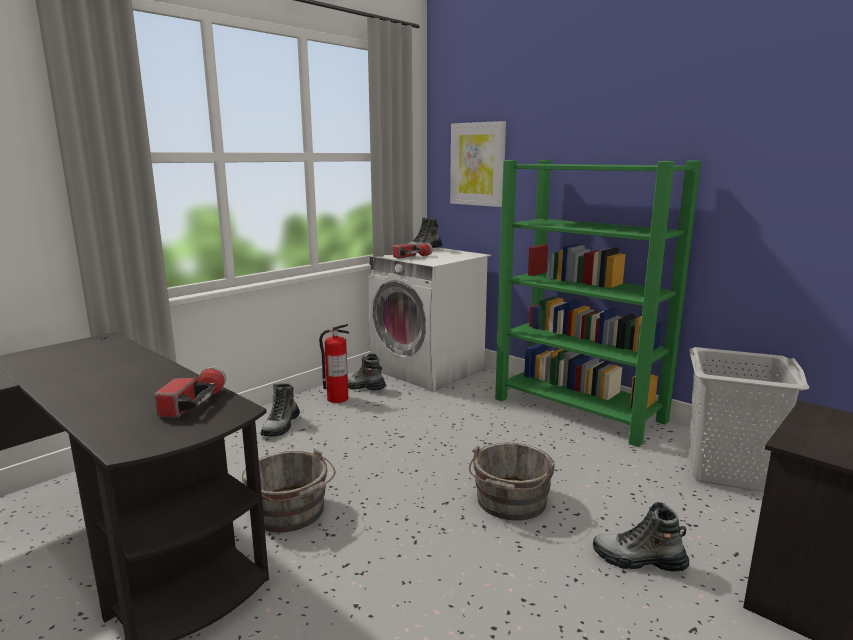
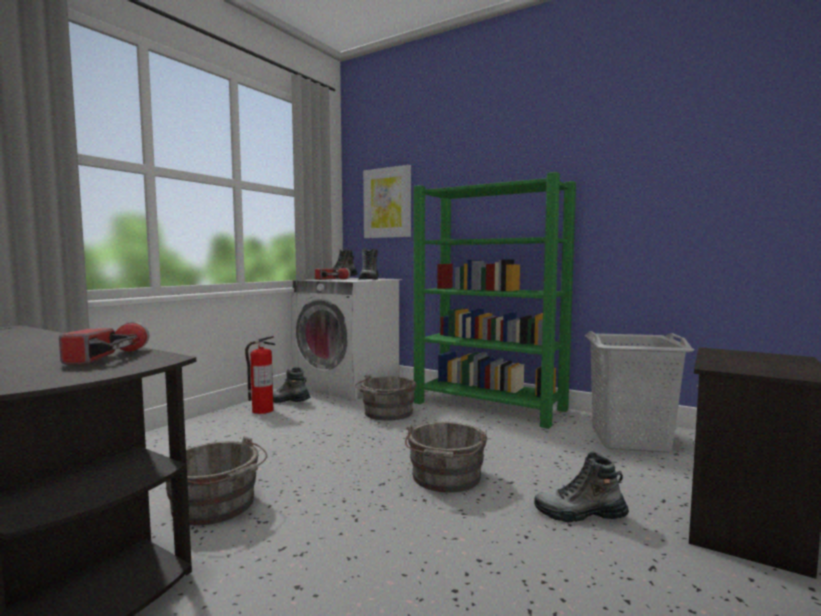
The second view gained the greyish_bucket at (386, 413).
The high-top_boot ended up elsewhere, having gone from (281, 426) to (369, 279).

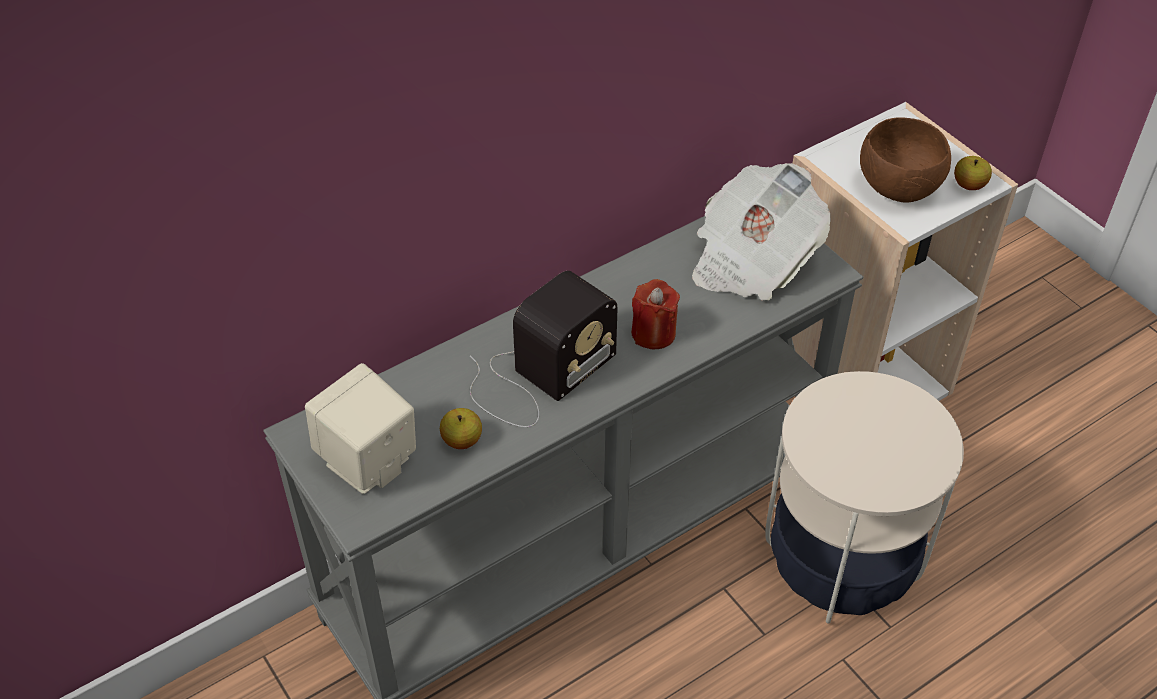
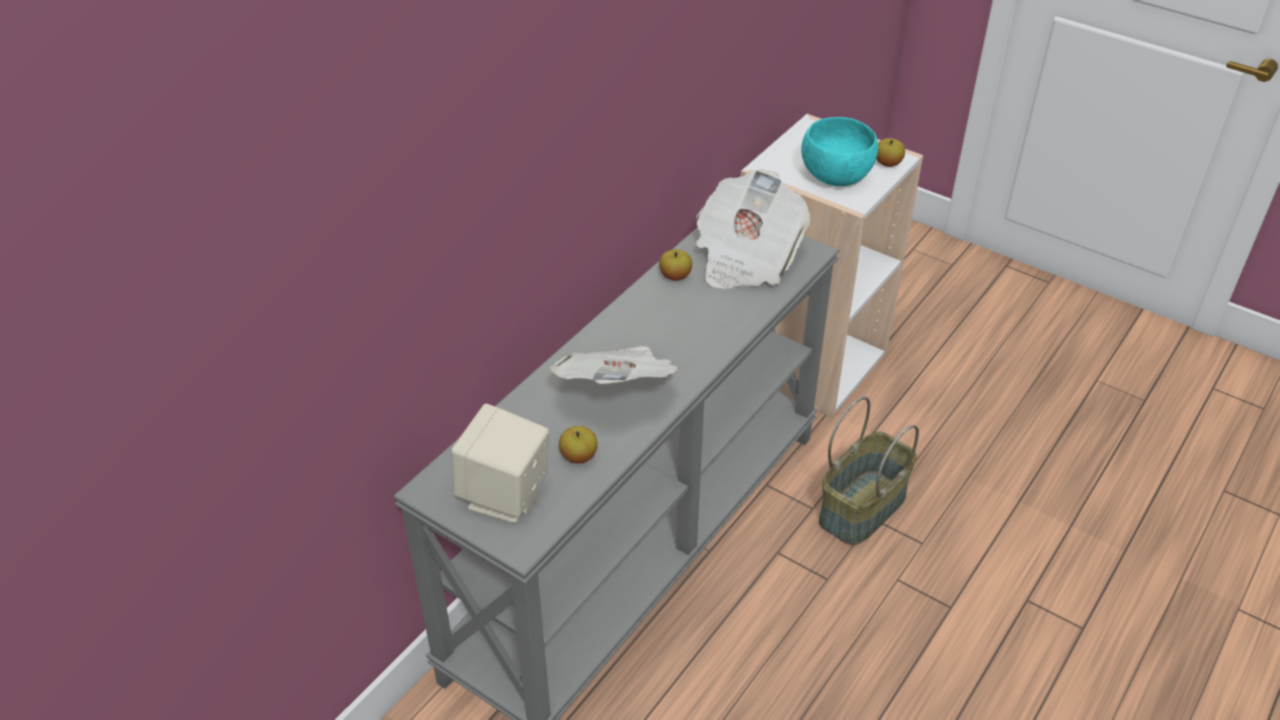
The second view lost the red-coloured_wax_candle at (653, 333).
The second view gained the apple at (675, 276).
Where the radio stood at (538, 377), the daily_paper came to stand at (617, 389).
Where the beige-coloured_accent_table stood at (840, 564), the basket came to stand at (861, 506).
What was the brownish_deep_dish at (897, 188) turned into the turquoise_deep_dish at (835, 177).

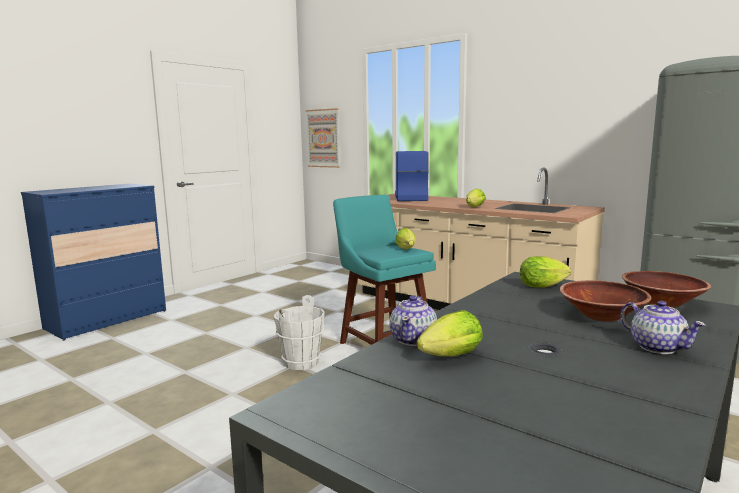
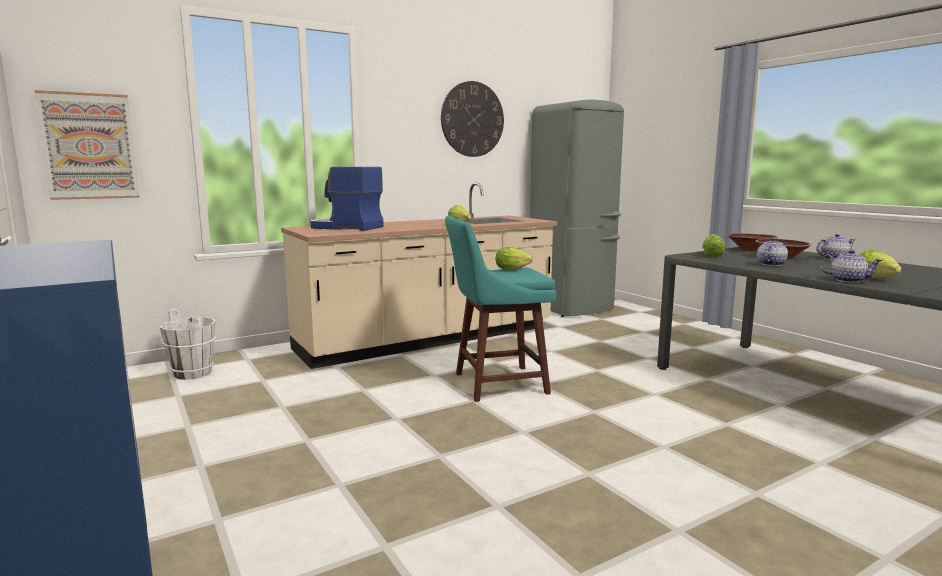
The second view gained the hanging_clock at (472, 119).
The second view gained the pot_for_tea at (770, 264).
The white_bucket ended up elsewhere, having gone from (302, 363) to (193, 373).

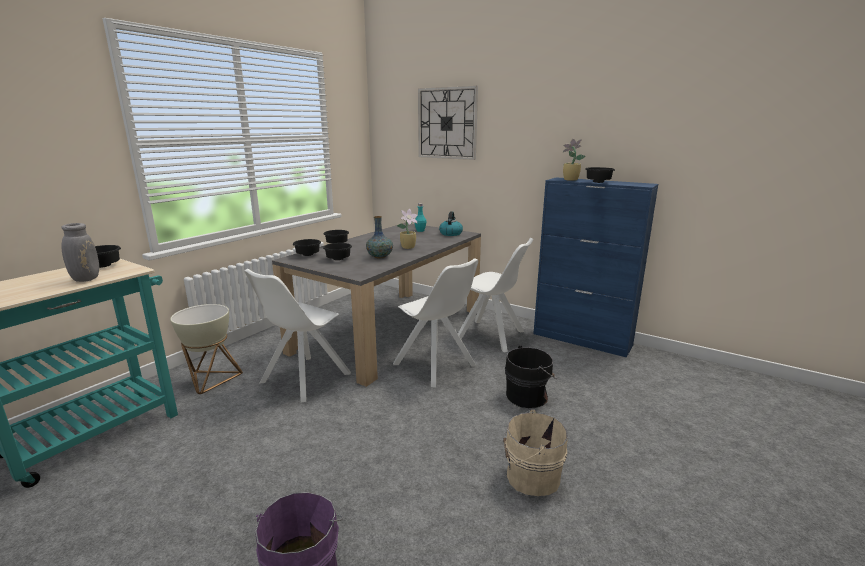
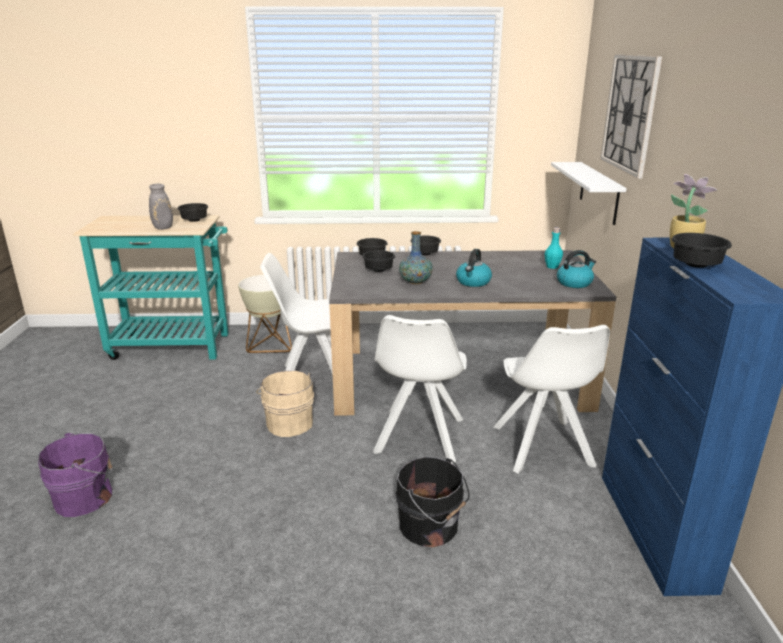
The second view gained the white_bracket_shelf at (599, 192).
The beige-coloured_bucket ended up elsewhere, having gone from (530, 476) to (289, 422).
Where the potted_plant stood at (409, 247), the water_kettle came to stand at (473, 282).

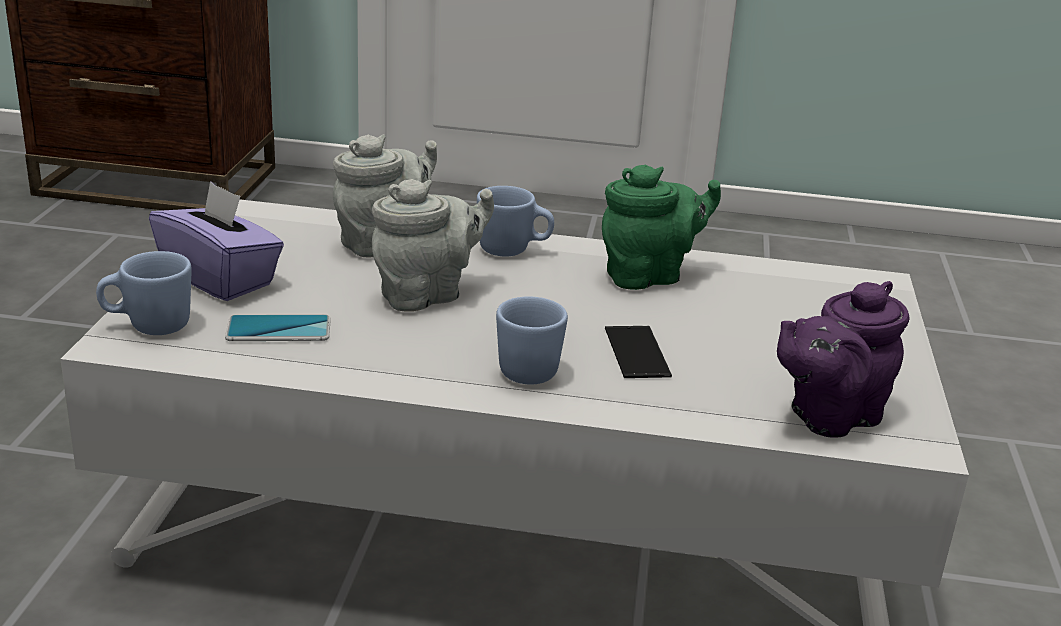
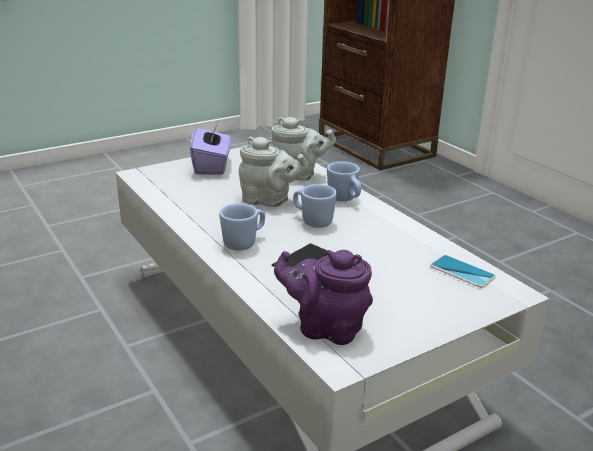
The second view lost the green-coloured_pot_for_tea at (649, 276).
The bluish_tea_mug ended up elsewhere, having gone from (148, 326) to (312, 221).
The telephone ended up elsewhere, having gone from (278, 330) to (462, 272).

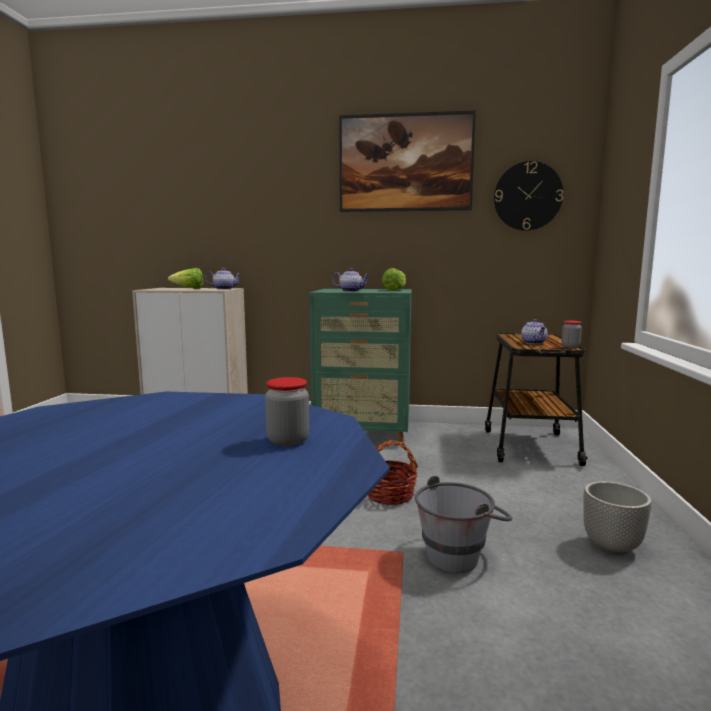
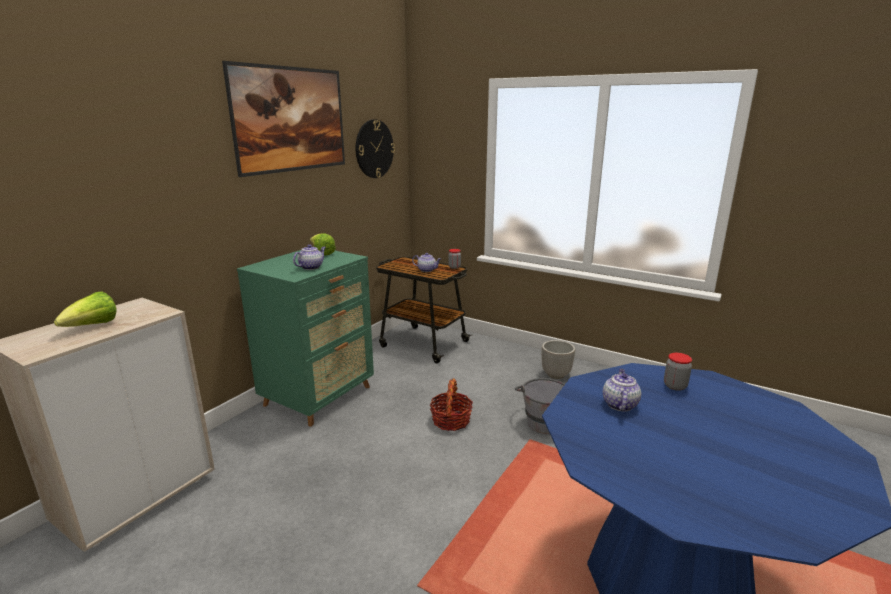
The pot_for_tea ended up elsewhere, having gone from (224, 289) to (619, 404).

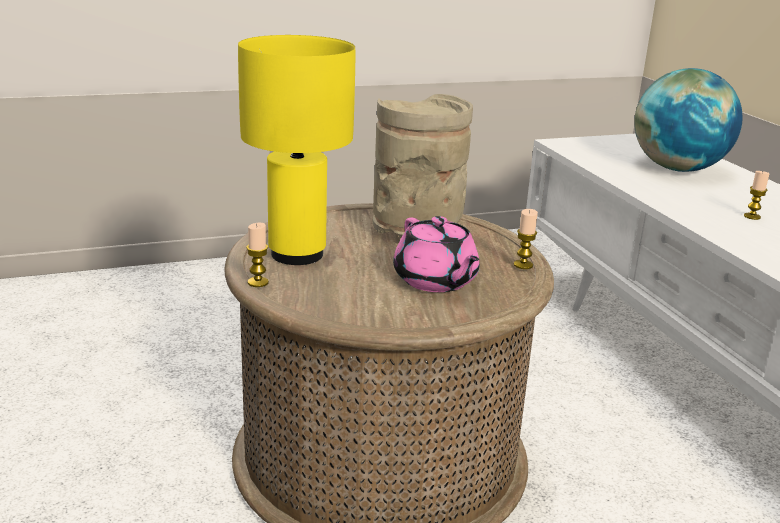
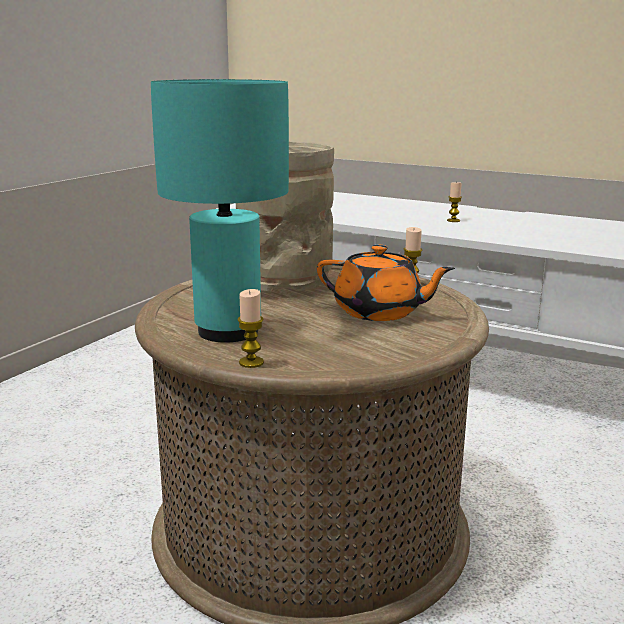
The second view lost the desk_globe at (678, 169).
What was the yellow-coloured_tabletop_lamp at (295, 254) turned into the turquoise_tabletop_lamp at (226, 332).
What was the pink_pot_for_tea at (435, 281) turned into the orange_pot_for_tea at (379, 312).

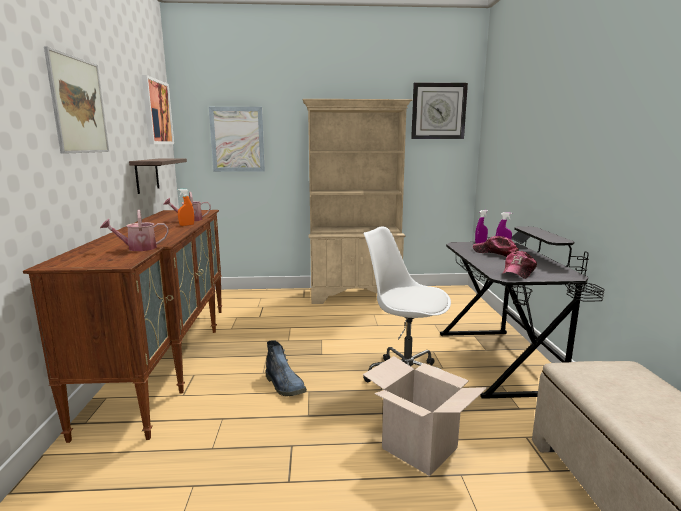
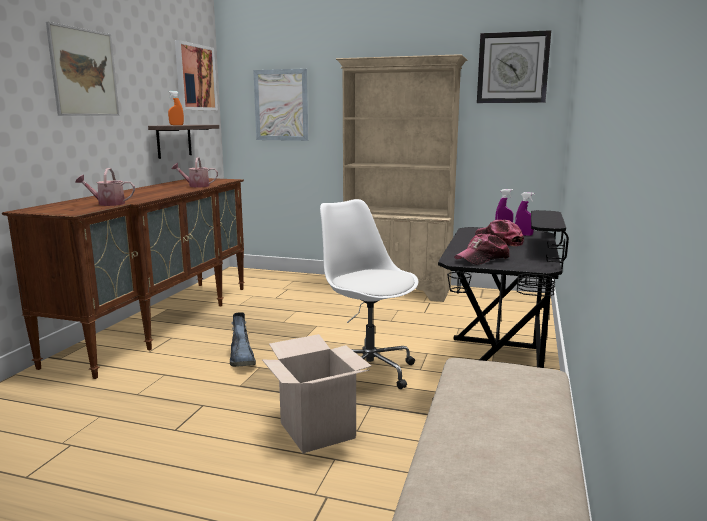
The orange_spray_bottle ended up elsewhere, having gone from (186, 225) to (176, 125).

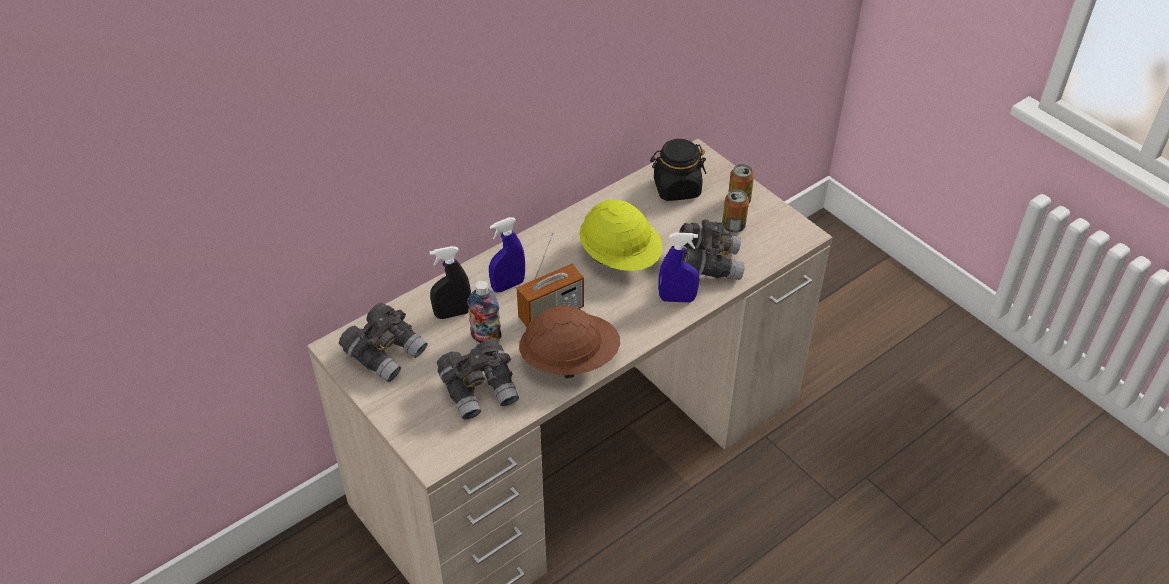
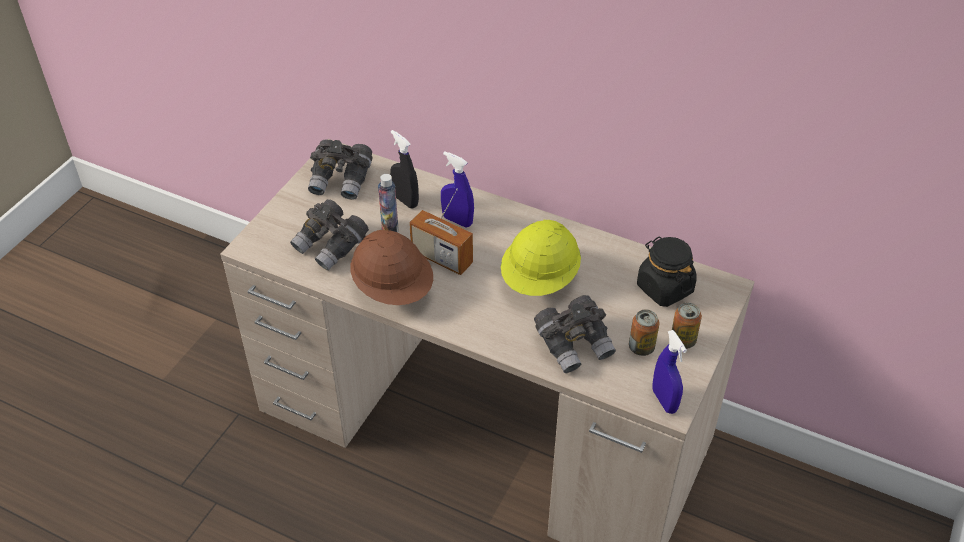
The bluish_spray_bottle ended up elsewhere, having gone from (677, 299) to (664, 401).

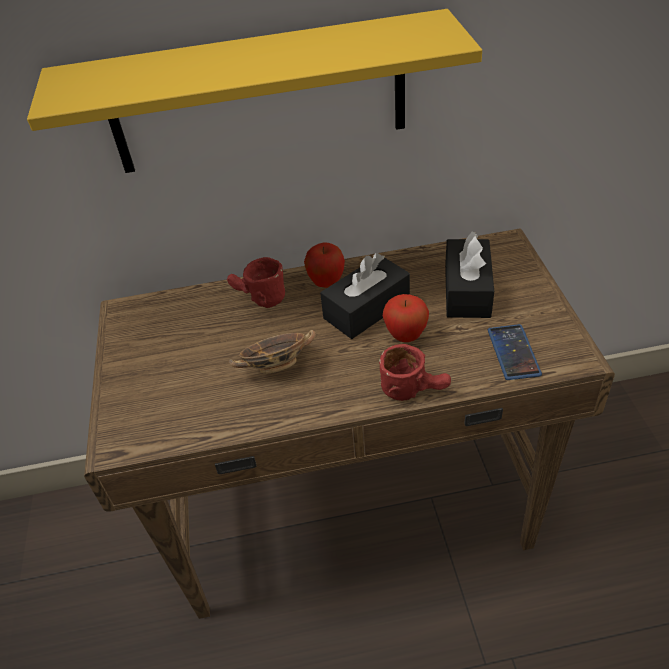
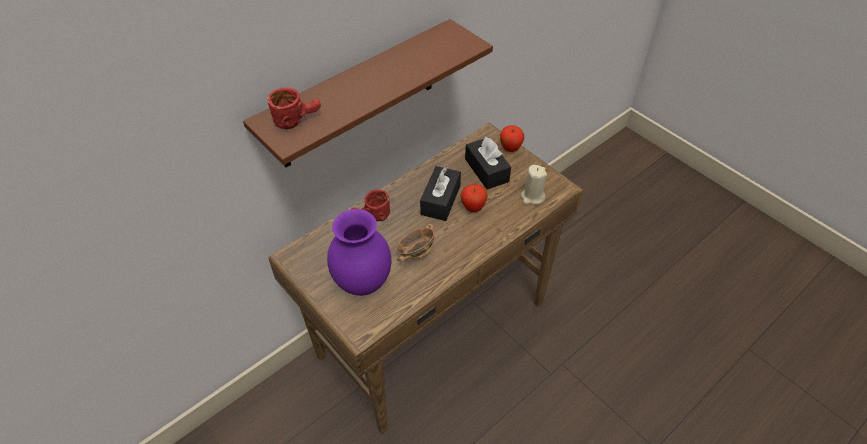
The second view gained the purple_flower_vase at (362, 284).
The apple ended up elsewhere, having gone from (326, 283) to (510, 149).
The red-coloured_tea_mug ended up elsewhere, having gone from (415, 389) to (297, 119).
Where the telephone stood at (513, 352), the beige-coloured_wax_candle came to stand at (532, 196).
What was the yellow-coloured_bracket_shelf at (258, 96) turned into the brownish_bracket_shelf at (358, 96).

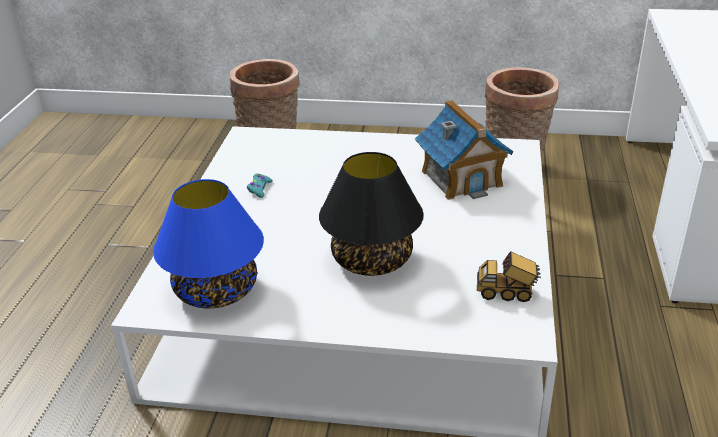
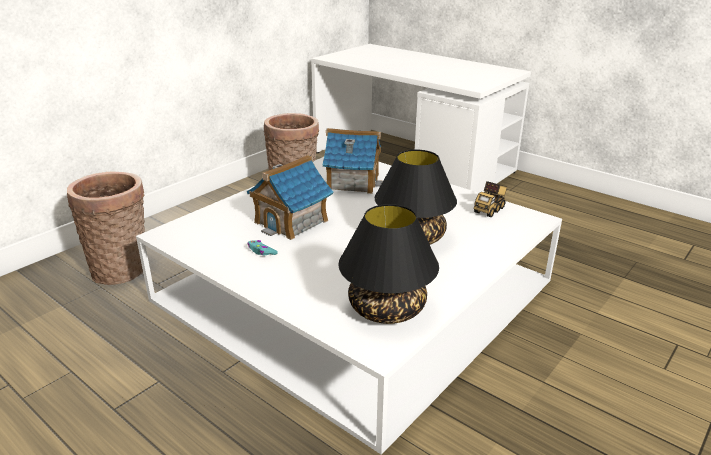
The second view gained the toy_house at (291, 221).
What was the bluish_tabletop_lamp at (215, 291) turned into the black_tabletop_lamp at (387, 309).

